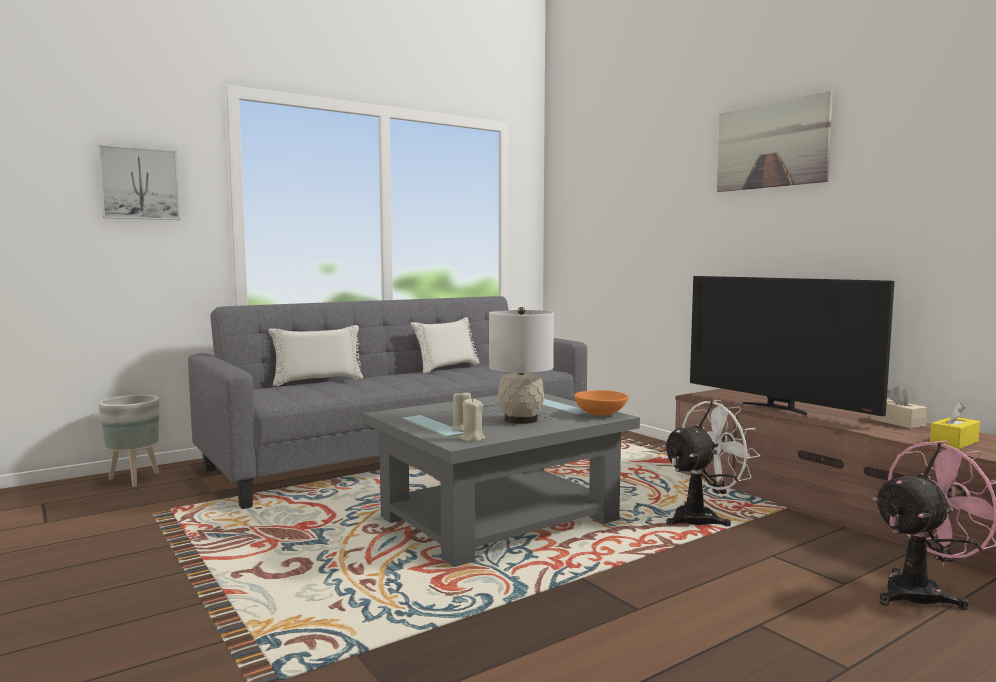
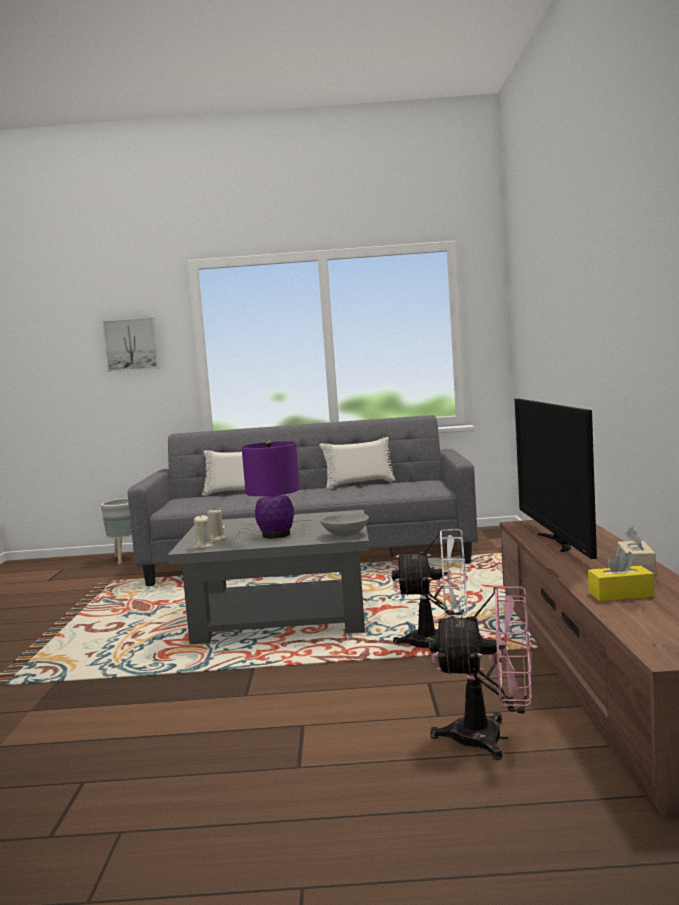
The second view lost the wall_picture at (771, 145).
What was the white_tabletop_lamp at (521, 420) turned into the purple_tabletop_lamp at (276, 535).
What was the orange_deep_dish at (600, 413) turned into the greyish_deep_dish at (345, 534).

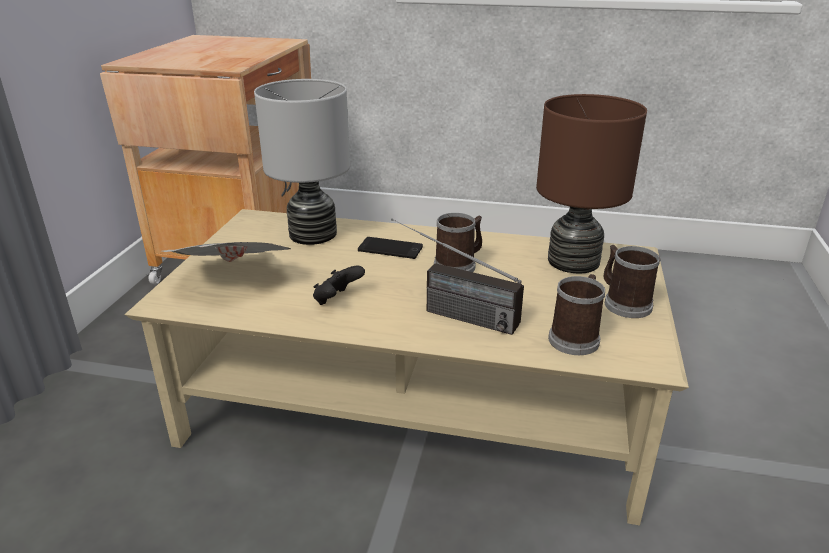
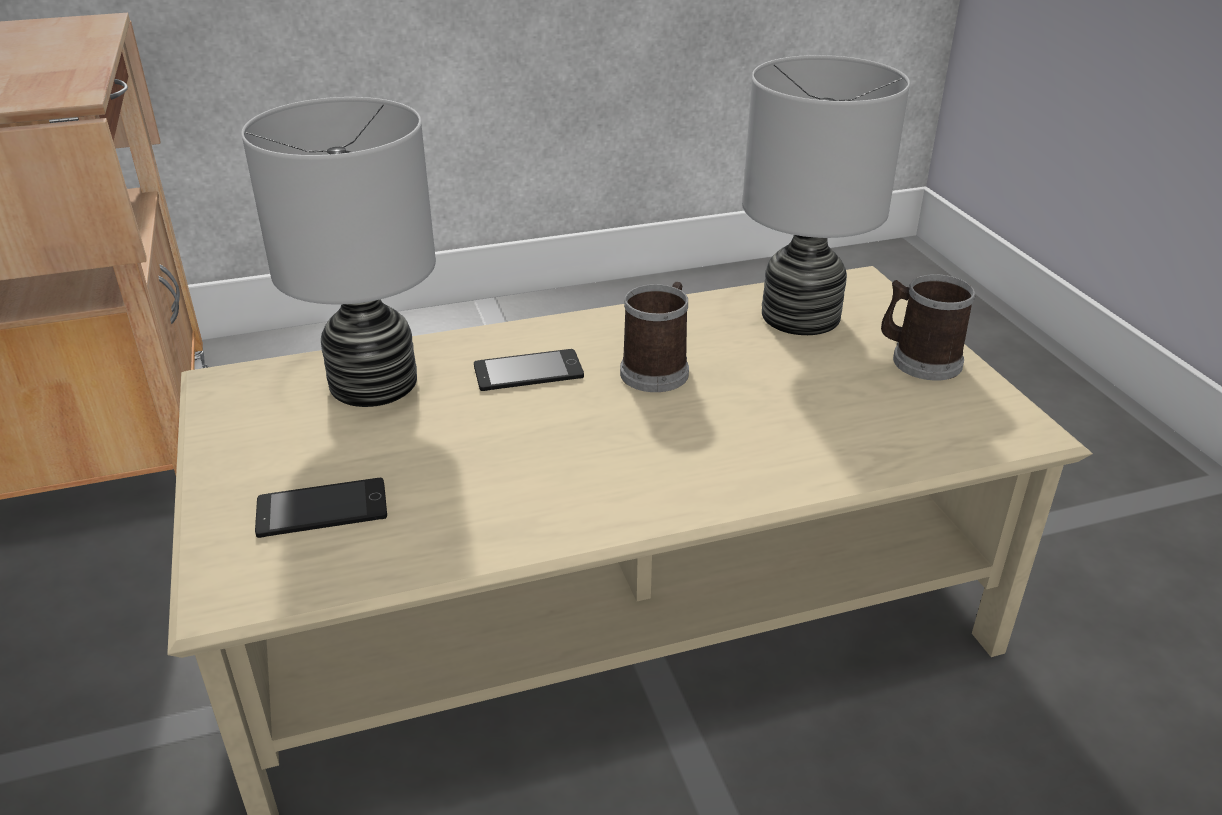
The second view lost the black_game_controller at (337, 300).
The second view lost the radio at (448, 312).
The second view lost the tea_mug at (576, 337).
Where the daily_paper stood at (235, 279), the telephone came to stand at (322, 509).
What was the brownish_tabletop_lamp at (573, 261) turned into the greyish_tabletop_lamp at (800, 316).

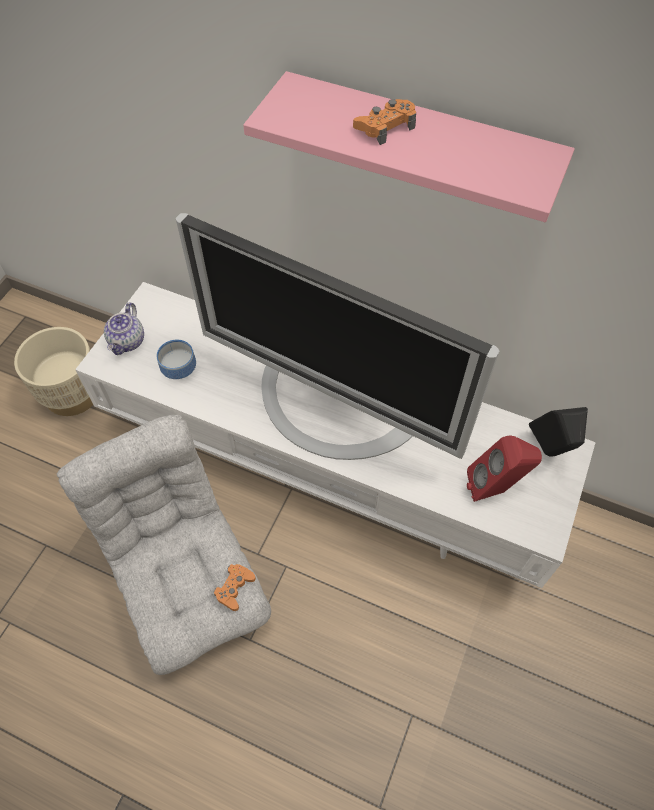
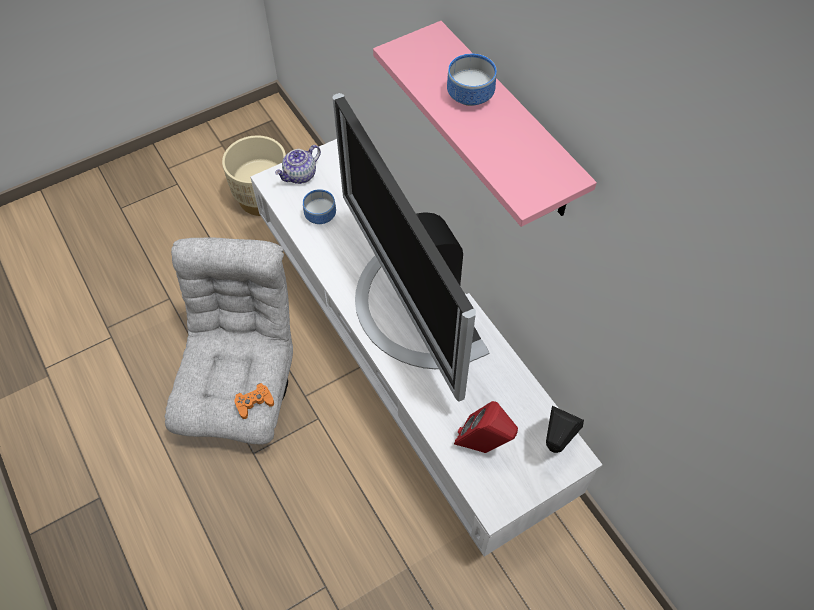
Where the orange_game_controller stood at (385, 127), the deep_dish came to stand at (468, 97).

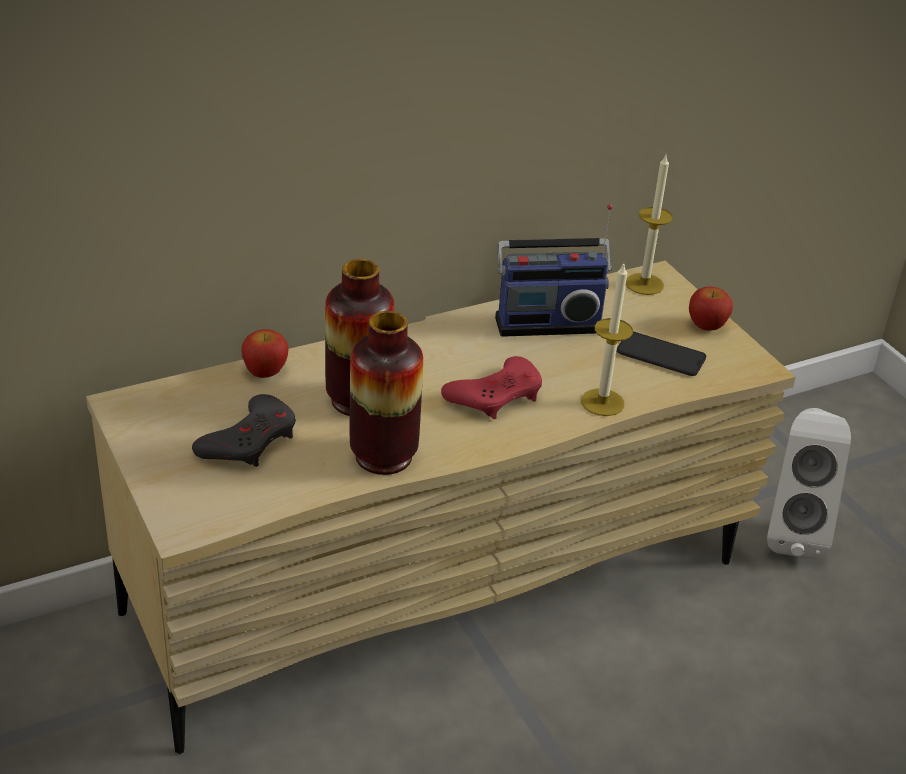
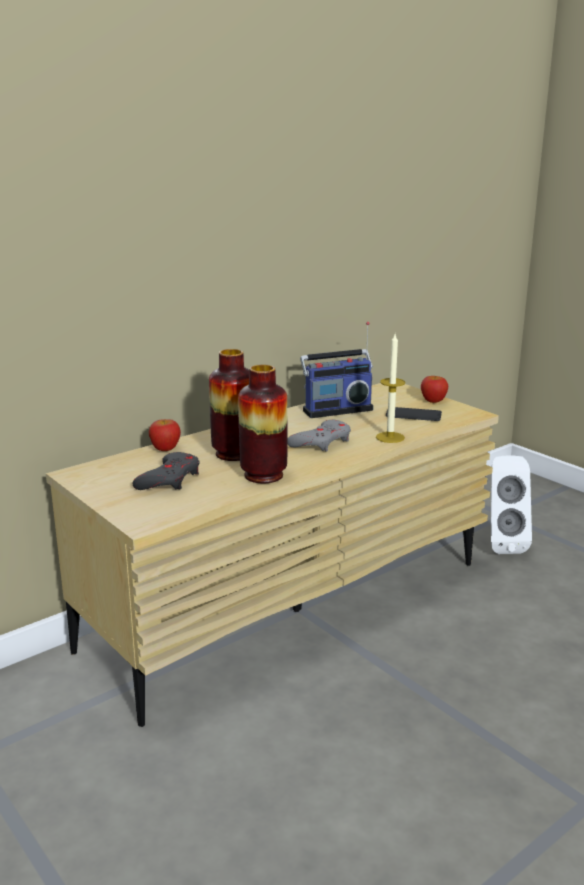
The second view lost the wax_candle at (644, 284).
What was the red-coloured_game_controller at (496, 395) turned into the greyish_game_controller at (322, 442).

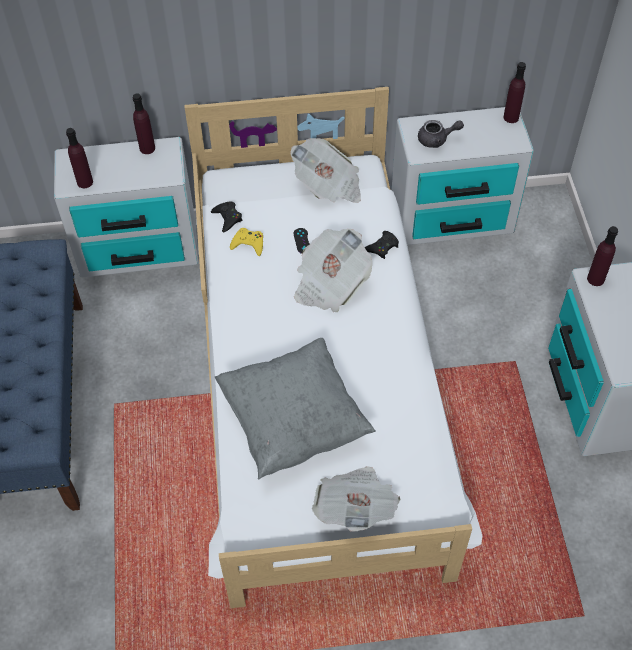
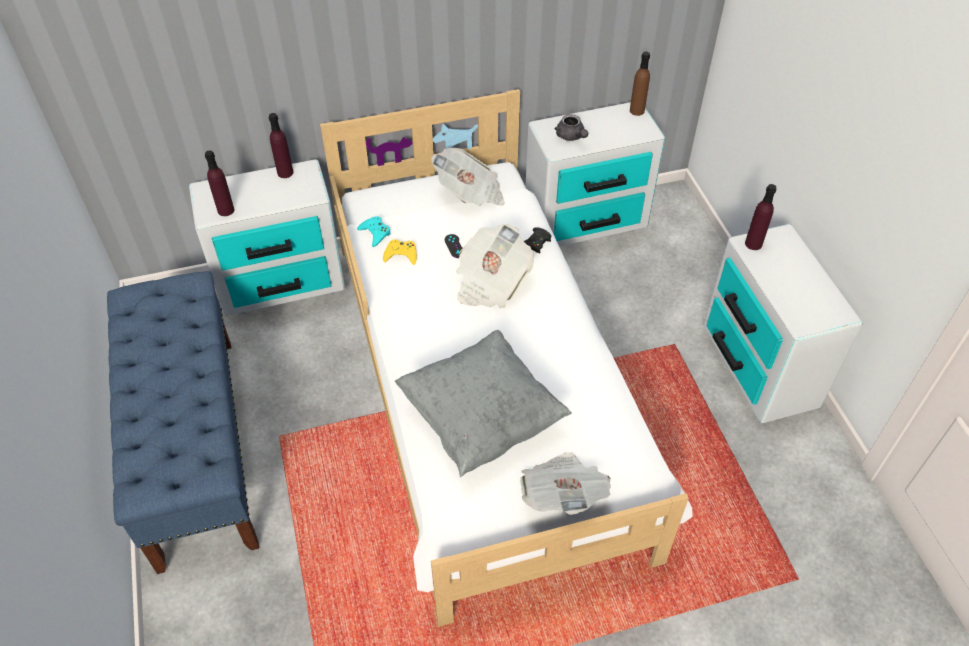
What was the black_game_controller at (227, 218) turned into the turquoise_game_controller at (375, 233).
What was the purple_bottle at (511, 117) turned into the brownish_bottle at (637, 111).
The greyish_pot_for_tea at (437, 140) ended up facing another way, 75 degrees clockwise from before.

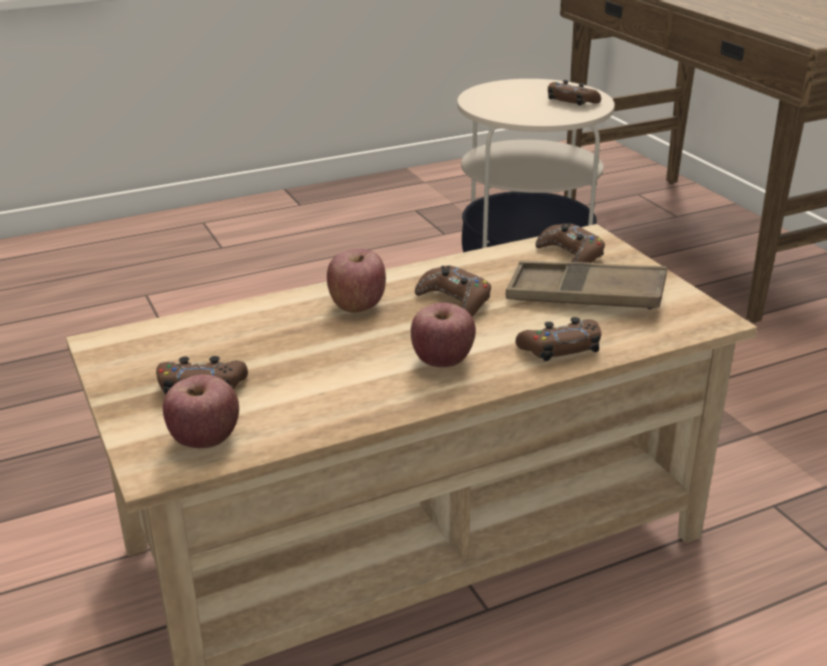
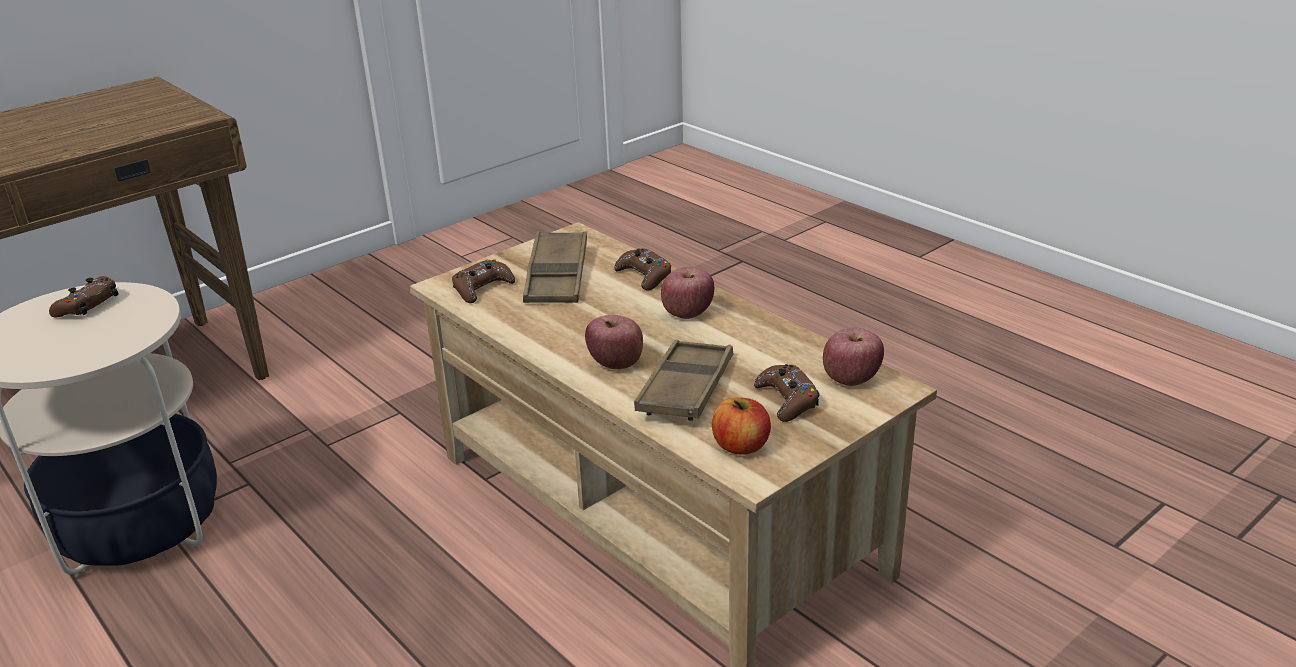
The second view lost the brownish_game_controller at (454, 300).
The second view gained the brownish_carrying_tray at (686, 388).
The second view gained the apple at (741, 446).

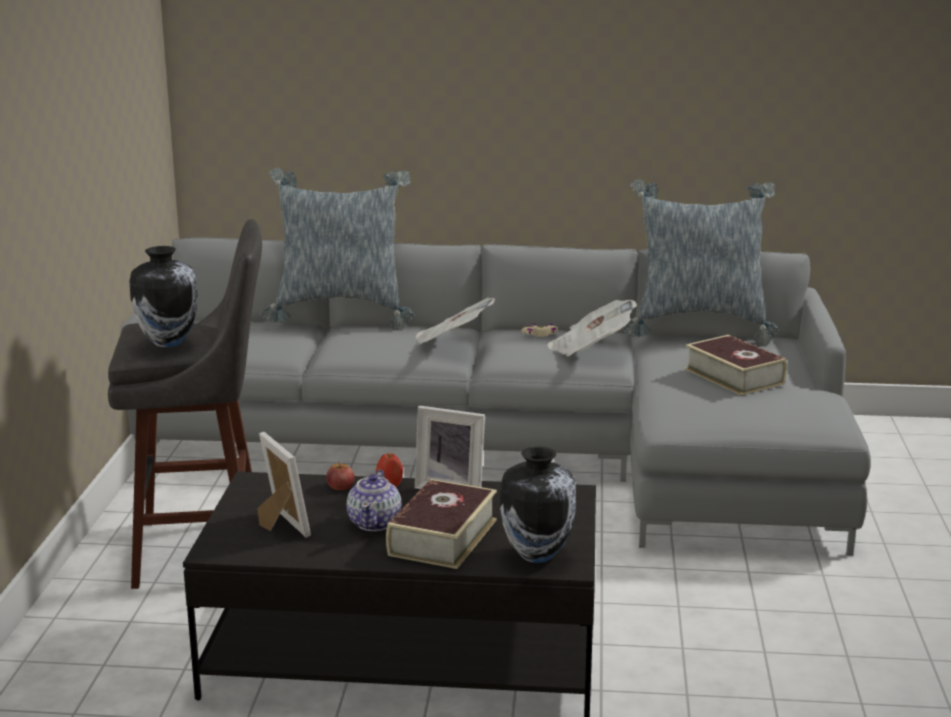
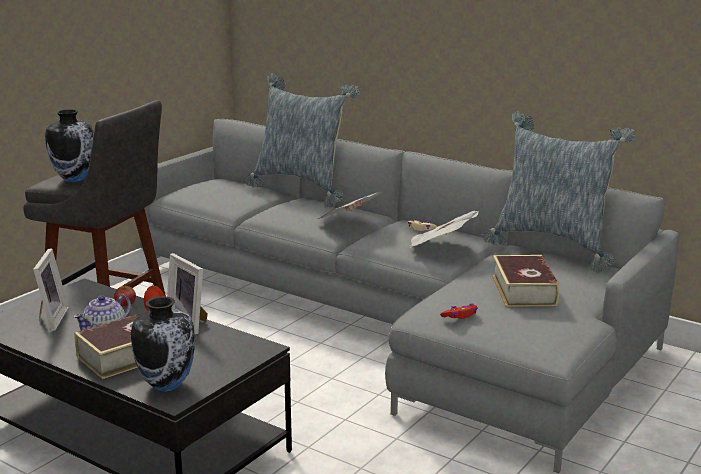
The second view gained the red-coloured_game_controller at (460, 316).

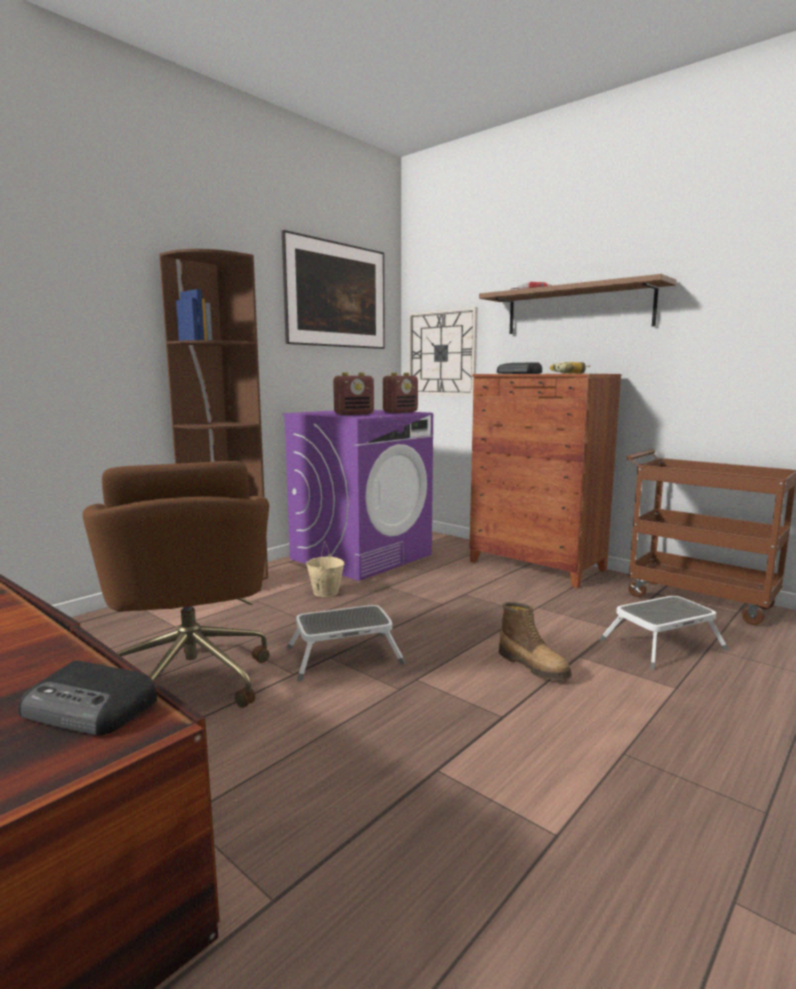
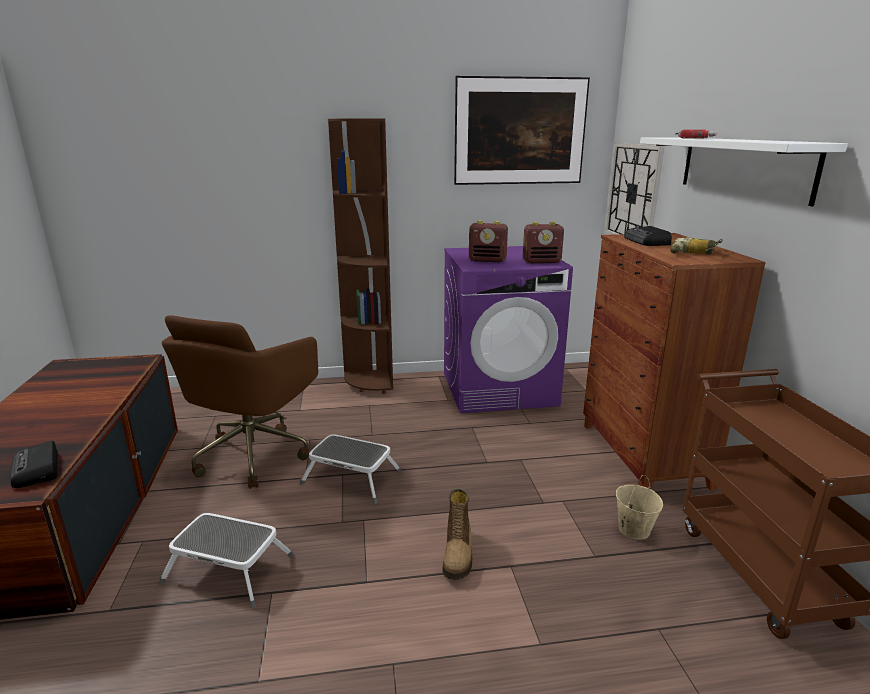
The beige-coloured_bucket ended up elsewhere, having gone from (325, 592) to (633, 529).
The greyish_stepladder ended up elsewhere, having gone from (663, 645) to (228, 569).
What was the brownish_bracket_shelf at (577, 310) turned into the white_bracket_shelf at (743, 167).

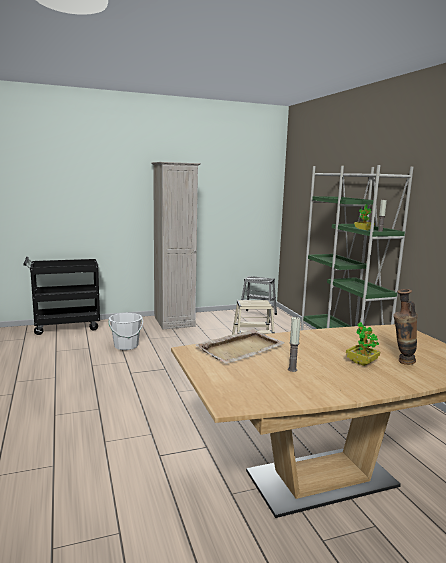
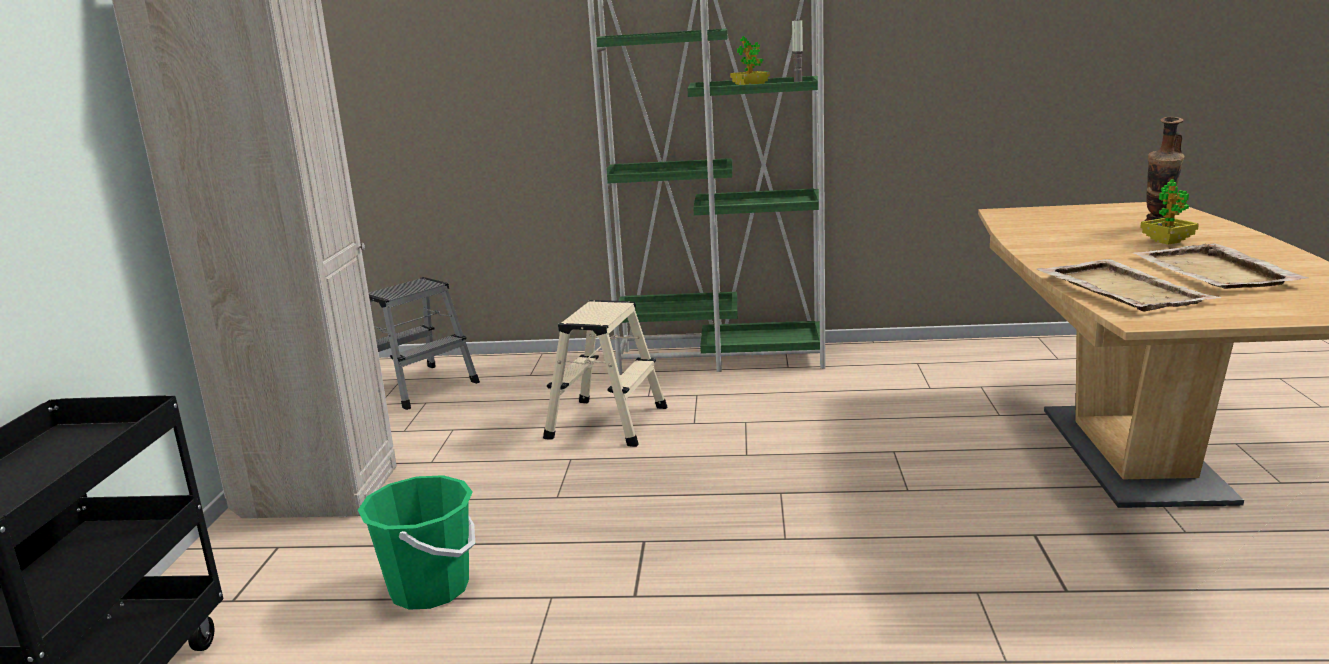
Where the wax_candle stood at (292, 369), the beige-coloured_carrying_tray came to stand at (1215, 272).
What was the white_bucket at (126, 346) turned into the green-coloured_bucket at (430, 589).

